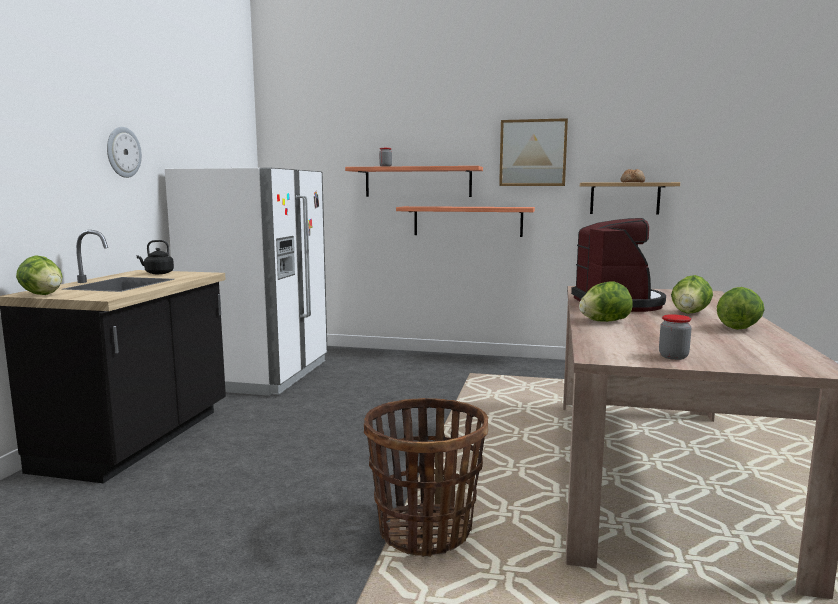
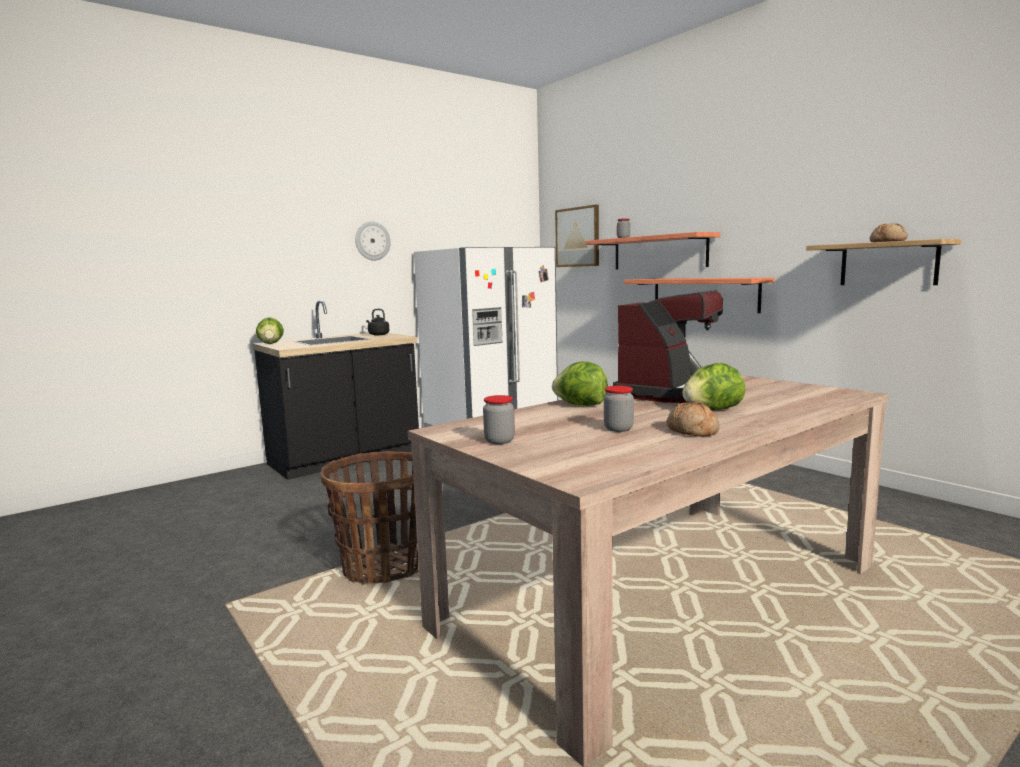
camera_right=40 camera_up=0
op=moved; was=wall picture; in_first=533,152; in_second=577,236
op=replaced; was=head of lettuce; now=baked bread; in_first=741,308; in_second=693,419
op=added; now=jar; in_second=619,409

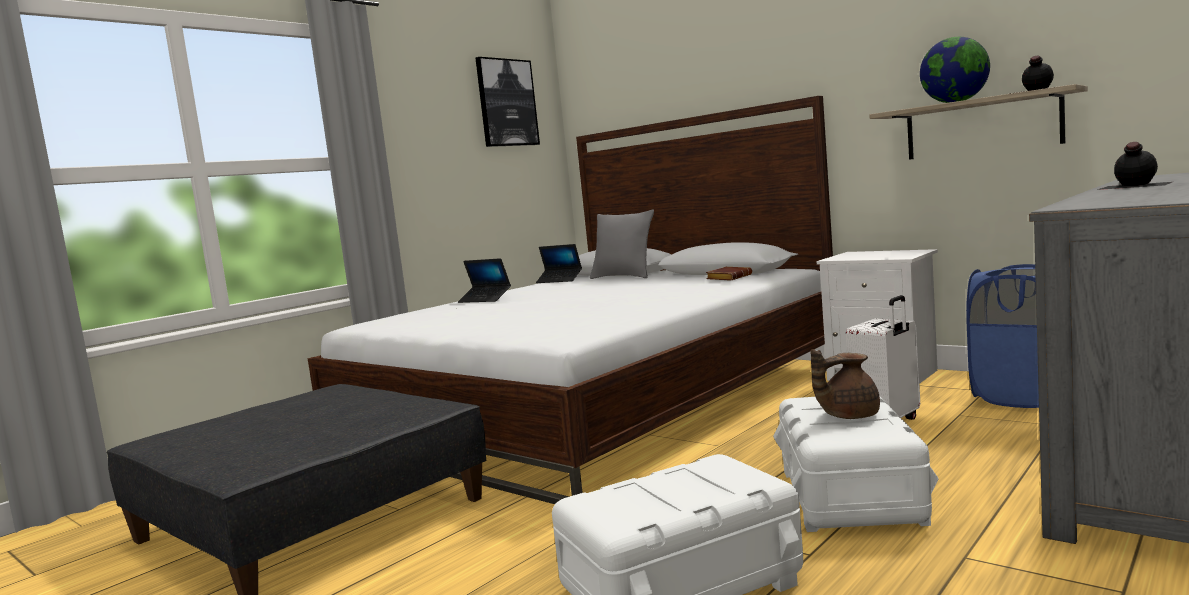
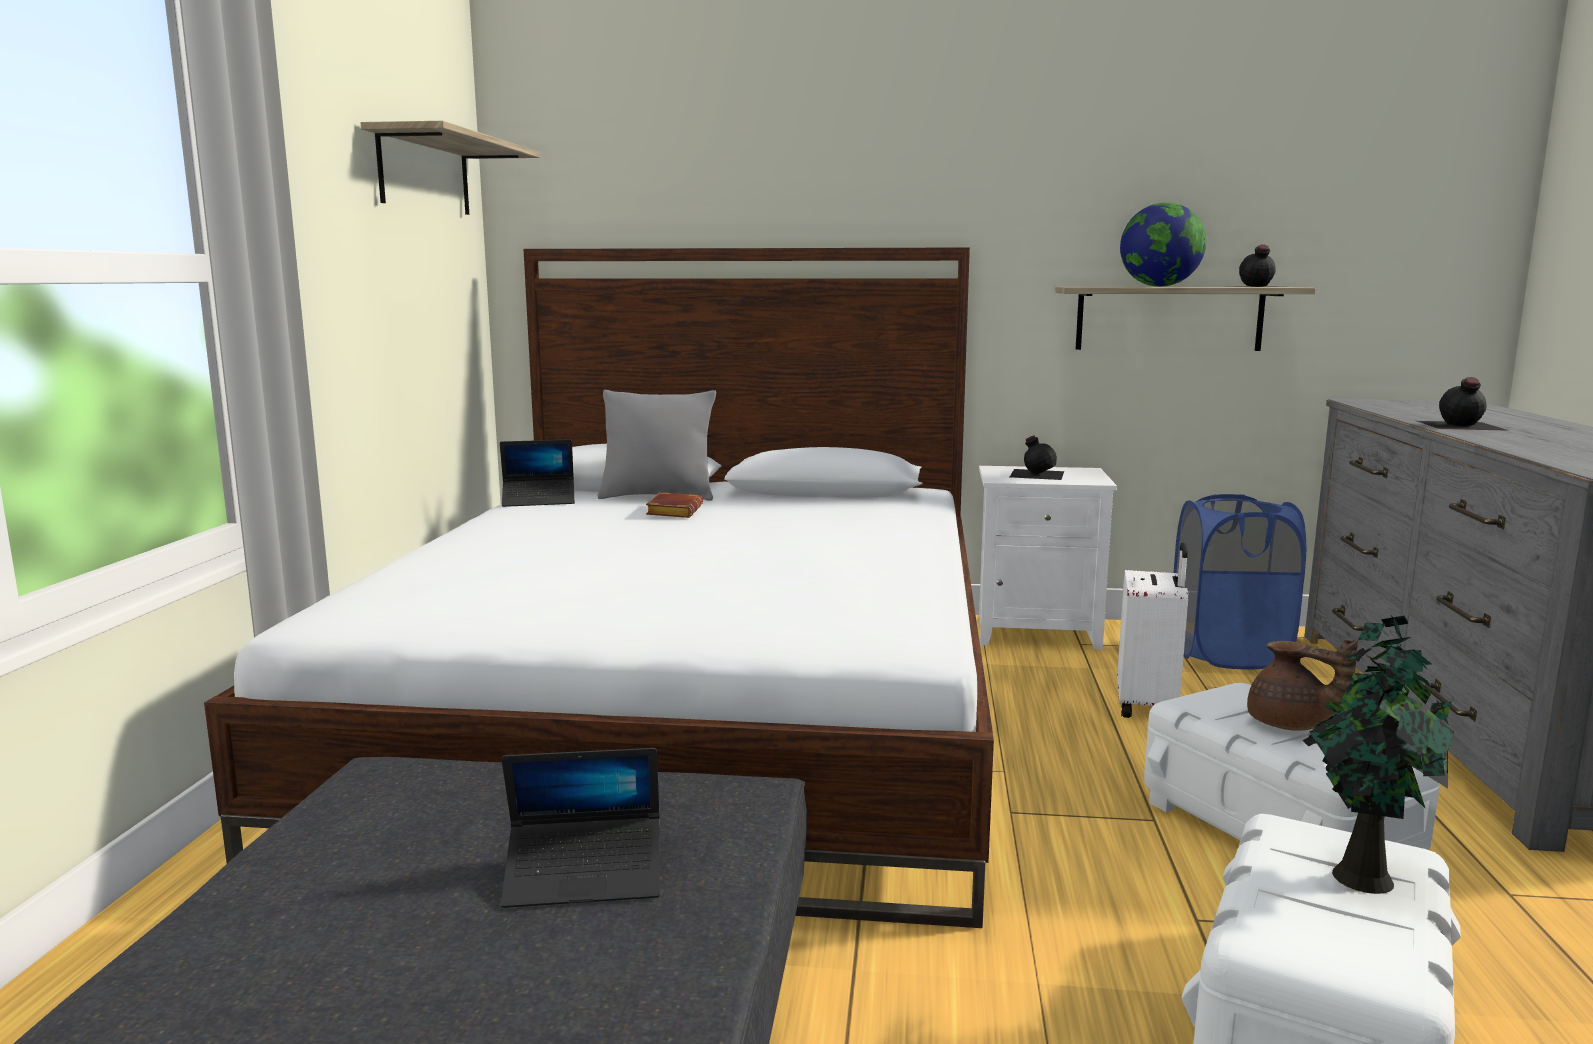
camera_right=-35 camera_up=5
op=moved; was=laptop; in_first=484,280; in_second=580,828
op=replaced; was=wall picture; now=shelf; in_first=507,102; in_second=450,168
op=moved; was=volume in brown-coloured; in_first=729,274; in_second=674,505
op=turned; was=tea pot in brown-coloured; in_first=845,384; in_second=1302,685; clockwise=-90
op=added; now=bottle in blackish; in_second=1037,457
op=added; now=houseplant; in_second=1378,755

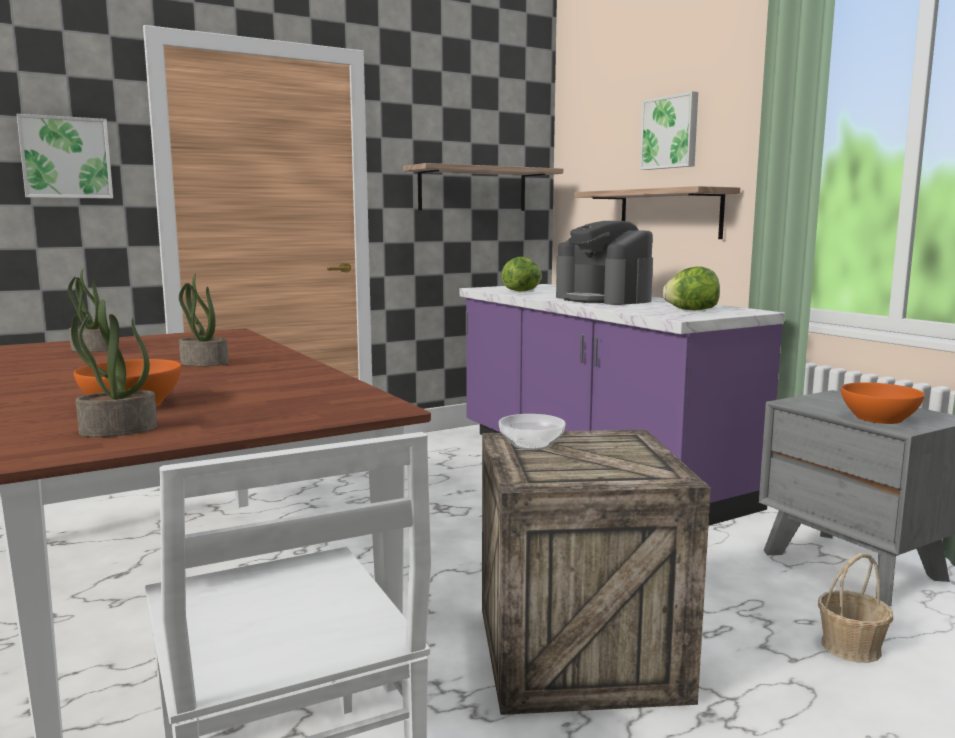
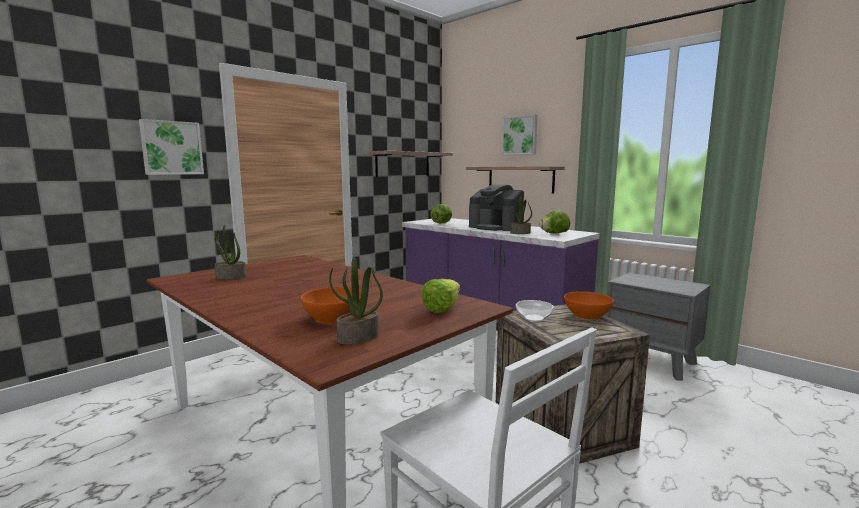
camera_right=-15 camera_up=0
op=moved; was=houseplant; in_first=203,319; in_second=521,215
op=removed; was=storage basket; in_first=855,608
op=moved; was=bowl in orangey; in_first=883,403; in_second=589,305
op=added; now=head of lettuce; in_second=441,296

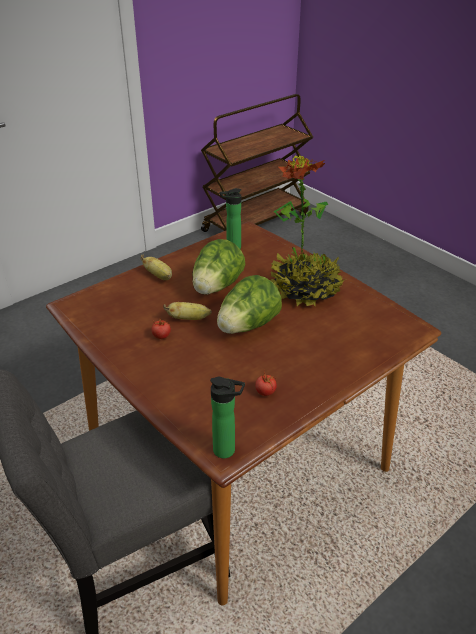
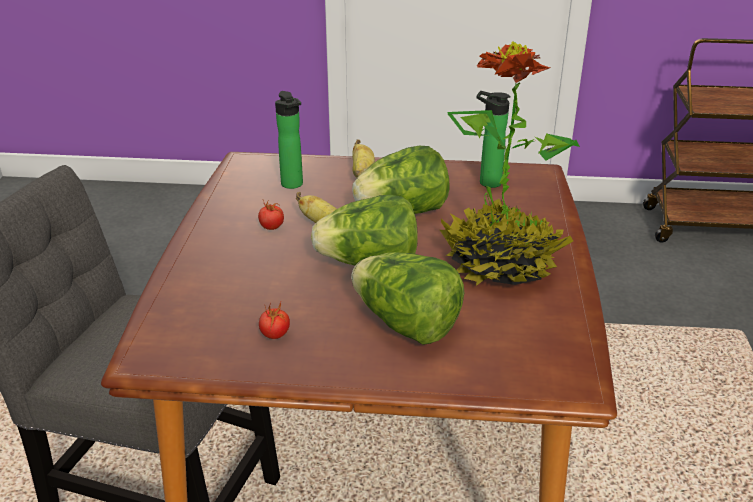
camera_right=45 camera_up=-5
op=moved; was=bottle; in_first=227,417; in_second=289,140
op=added; now=head of lettuce; in_second=407,298

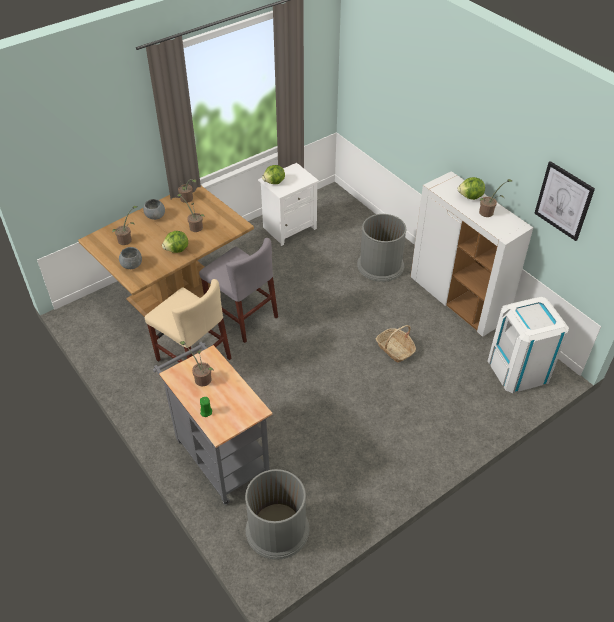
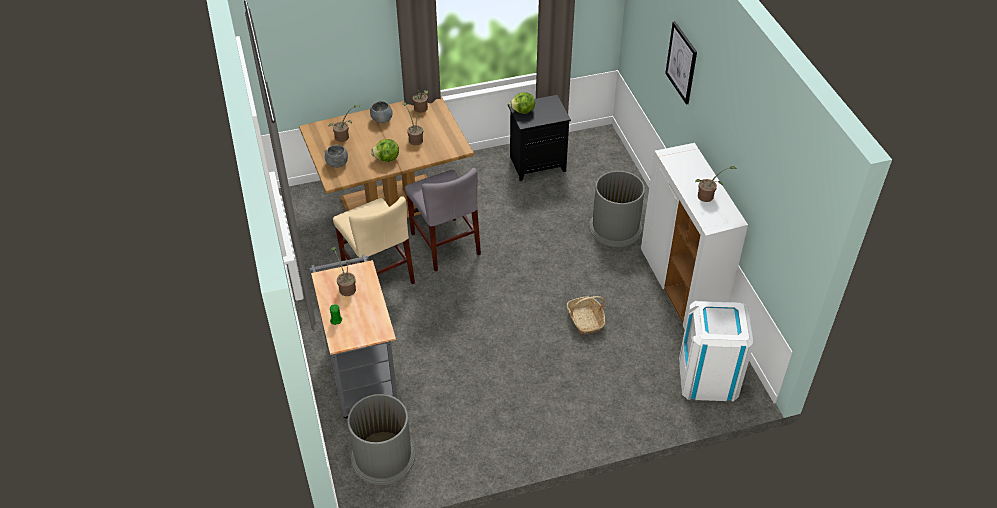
camera_right=20 camera_up=0
op=recoloured; was=bedside table in white-coloured; now=bedside table in blackish; in_first=288,204; in_second=539,138
op=removed; was=head of lettuce; in_first=471,188
op=moved; was=wall picture; in_first=564,201; in_second=681,63

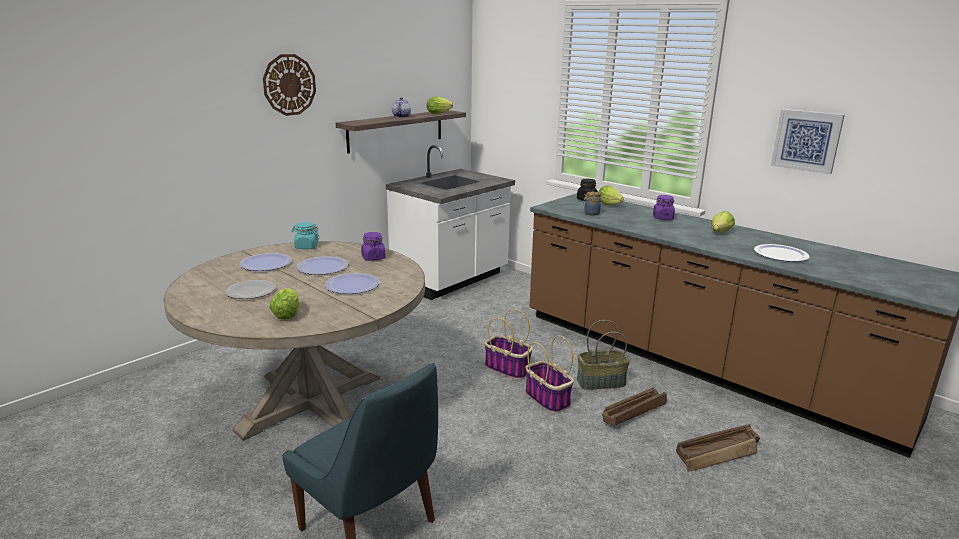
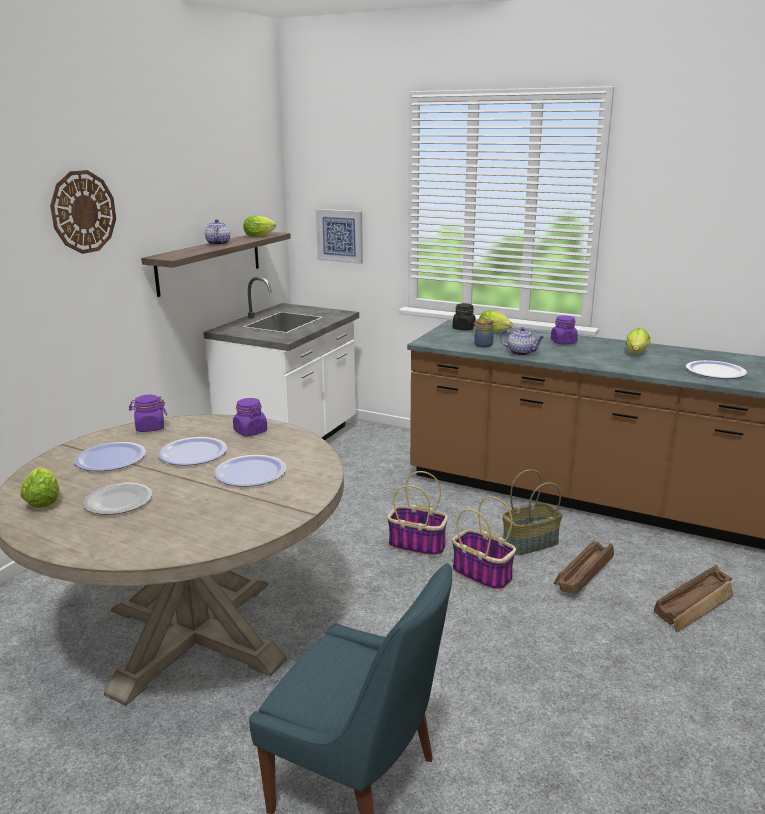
camera_right=-15 camera_up=0
op=moved; was=head of lettuce; in_first=284,304; in_second=39,487
op=recoloured; was=jar in turquoise; now=jar in purple-coloured; in_first=305,235; in_second=148,413
op=moved; was=wall picture; in_first=808,141; in_second=339,236
op=added; now=tea pot; in_second=522,341

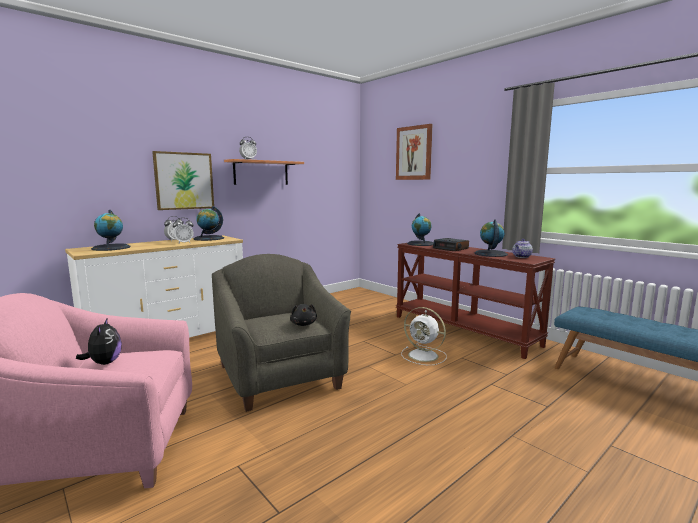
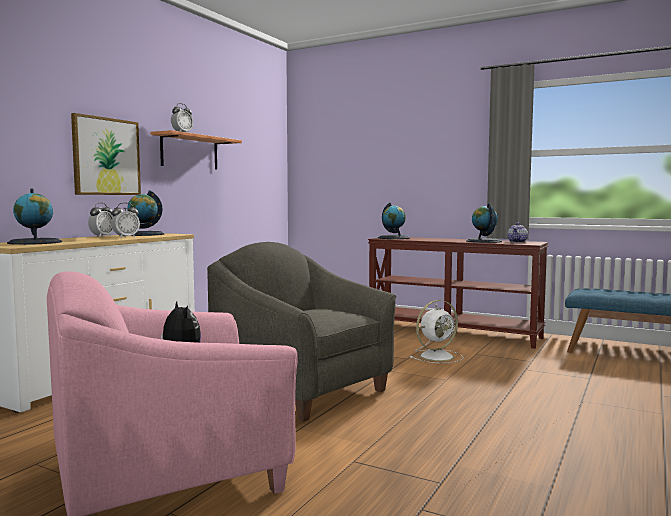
camera_right=-20 camera_up=-5
op=removed; was=plush toy in blackish; in_first=303,315
op=removed; was=wall picture; in_first=414,152
op=turned; was=cooling fan in white-coloured; in_first=424,336; in_second=437,331; clockwise=-45
op=removed; was=alarm clock; in_first=451,244

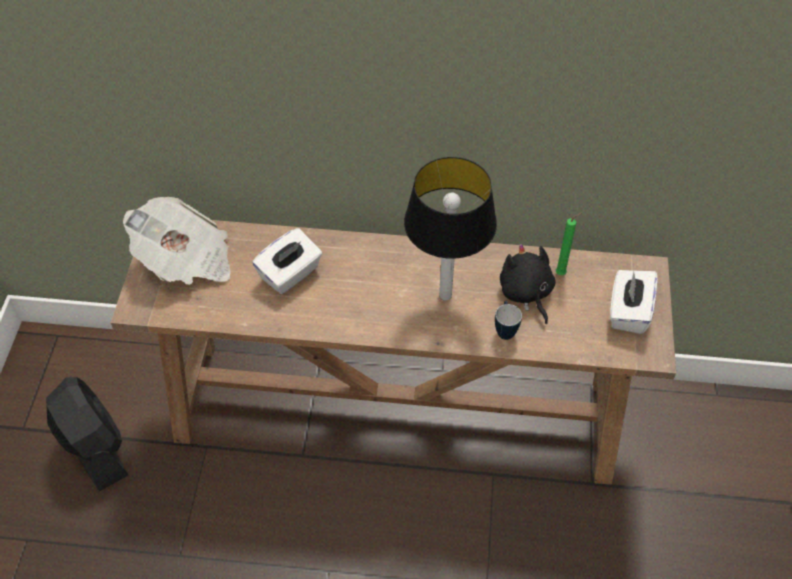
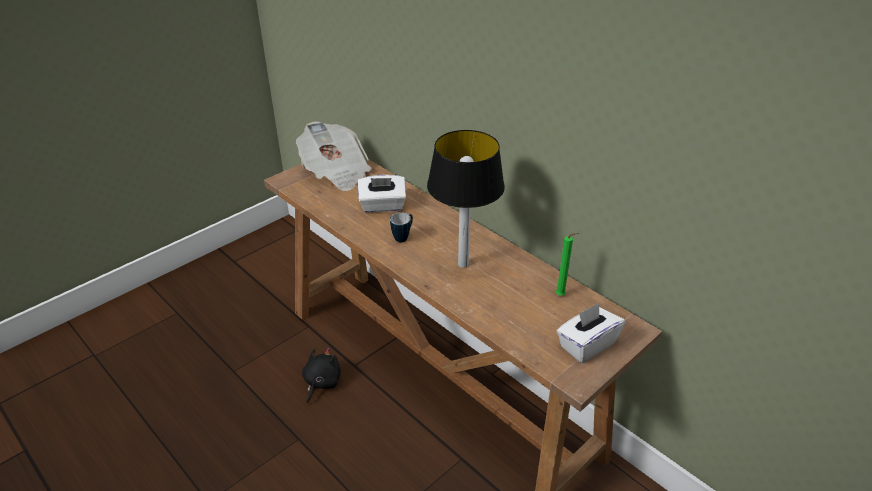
camera_right=40 camera_up=-15
op=removed; was=cooling fan in blackish; in_first=87,434
op=moved; was=coffee mug; in_first=508,320; in_second=401,227
op=moved; was=plush toy in blackish; in_first=528,284; in_second=321,376

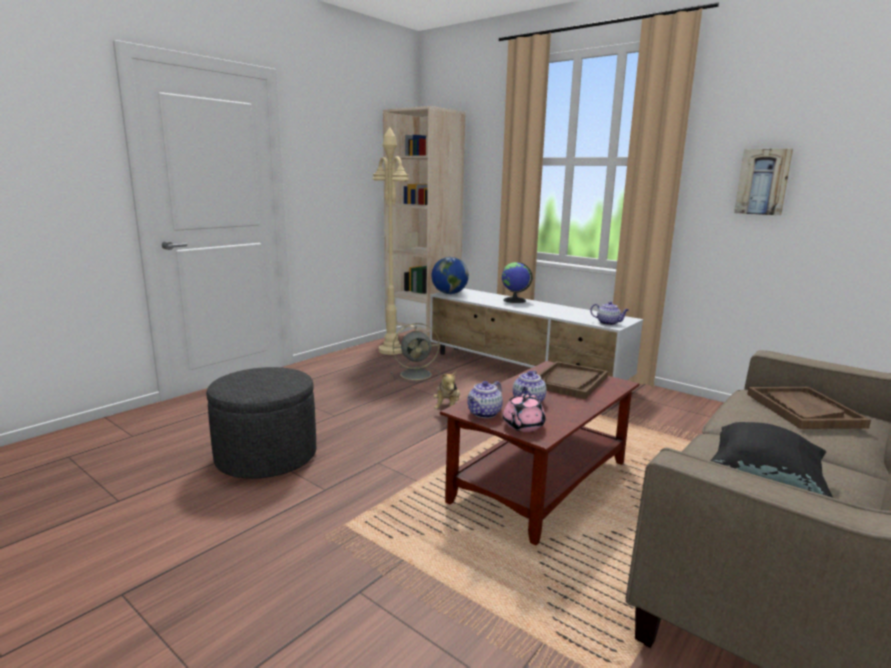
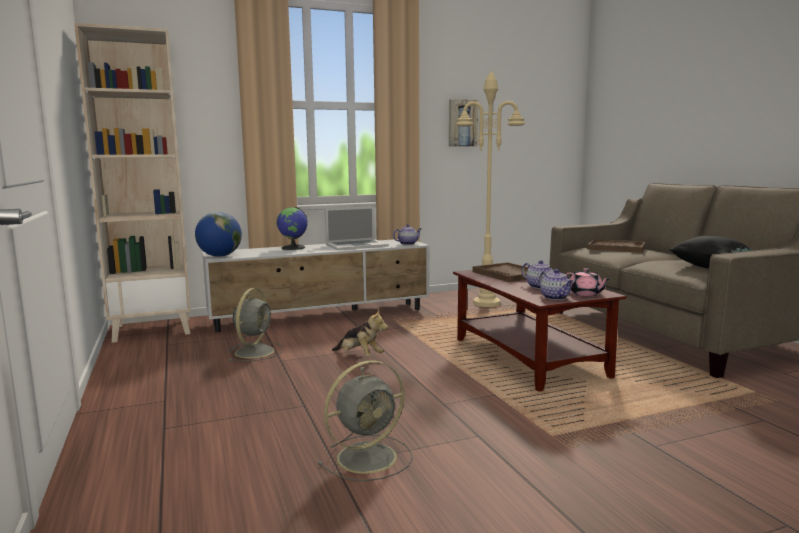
camera_right=-60 camera_up=-5
op=replaced; was=ottoman in gray; now=cooling fan in gray; in_first=261,423; in_second=365,420
op=moved; was=floor lamp in beige; in_first=390,241; in_second=490,189
op=added; now=laptop; in_second=357,228

